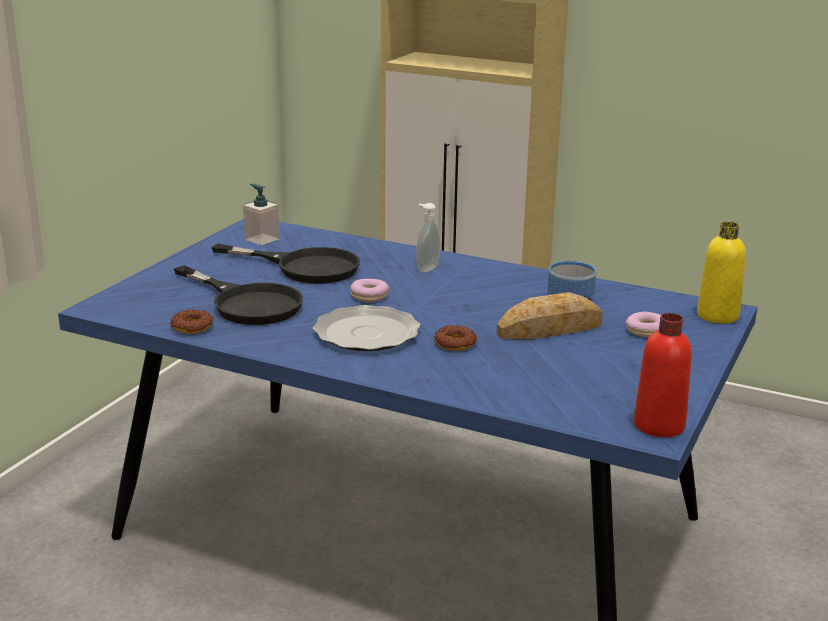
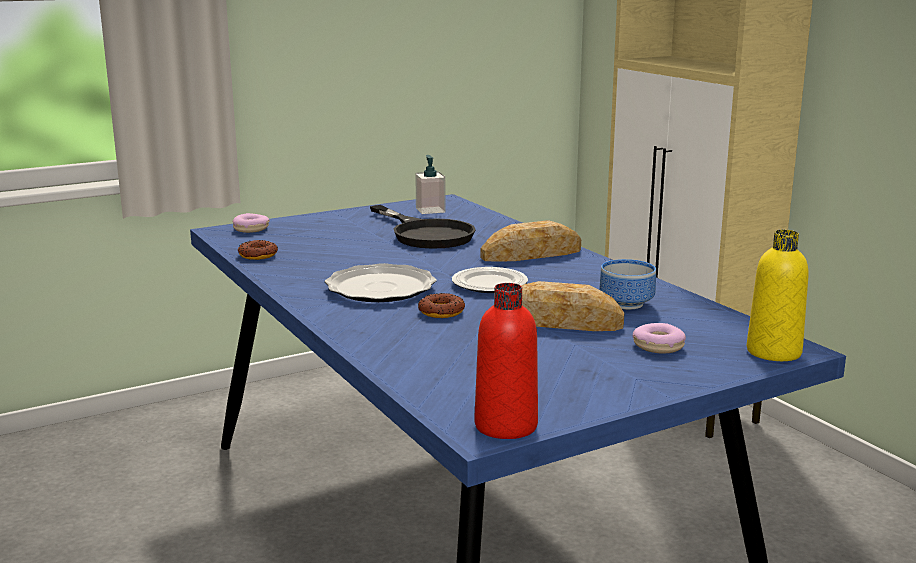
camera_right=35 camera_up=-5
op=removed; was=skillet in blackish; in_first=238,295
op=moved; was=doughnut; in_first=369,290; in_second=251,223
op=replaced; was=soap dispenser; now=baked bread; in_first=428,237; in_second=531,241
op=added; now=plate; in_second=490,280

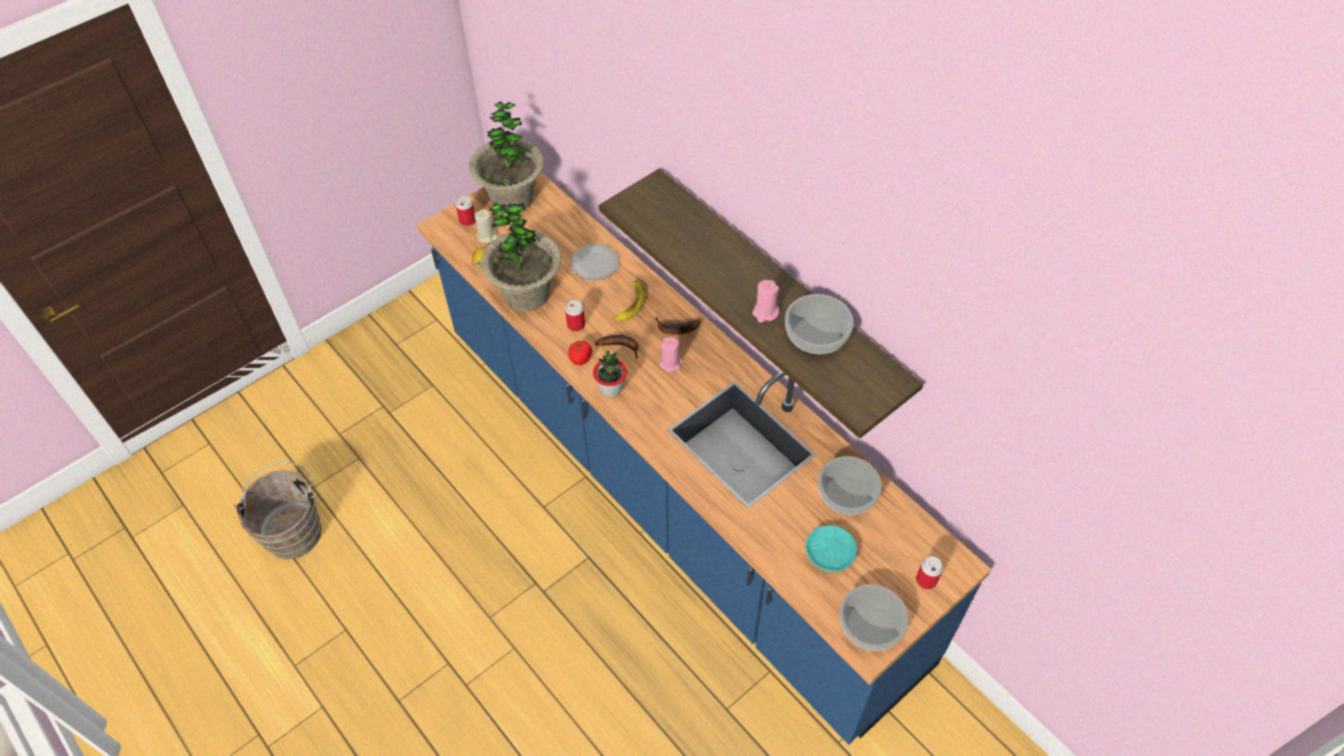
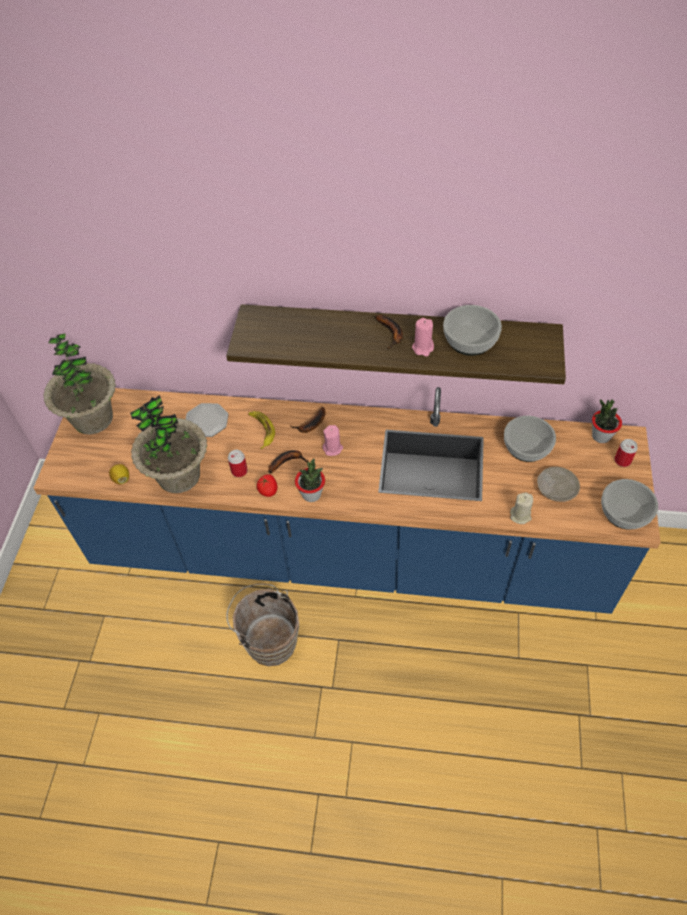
camera_right=-40 camera_up=0
op=moved; was=water bucket in brown-coloured; in_first=277,510; in_second=262,625
op=removed; was=sealed can; in_first=465,211
op=moved; was=wax candle in beige; in_first=486,226; in_second=521,508
op=recoloured; was=plate in turquoise; now=plate in beige; in_first=831,548; in_second=558,484
op=added; now=banana; in_second=389,332
op=added; now=houseplant; in_second=607,421

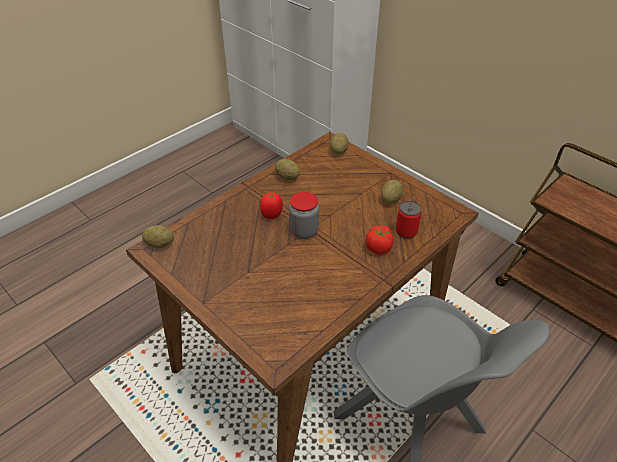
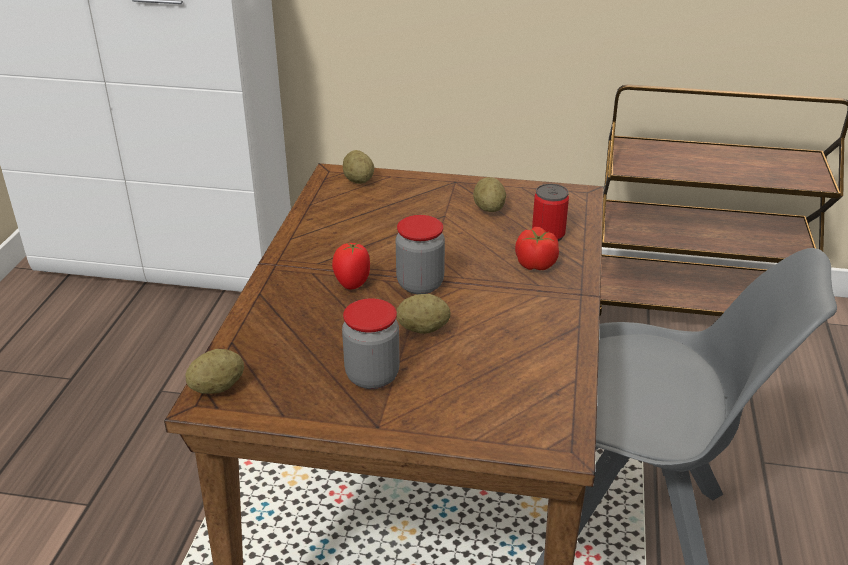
camera_right=-35 camera_up=-10
op=moved; was=whole potato; in_first=287,169; in_second=423,314
op=added; now=jar; in_second=371,343

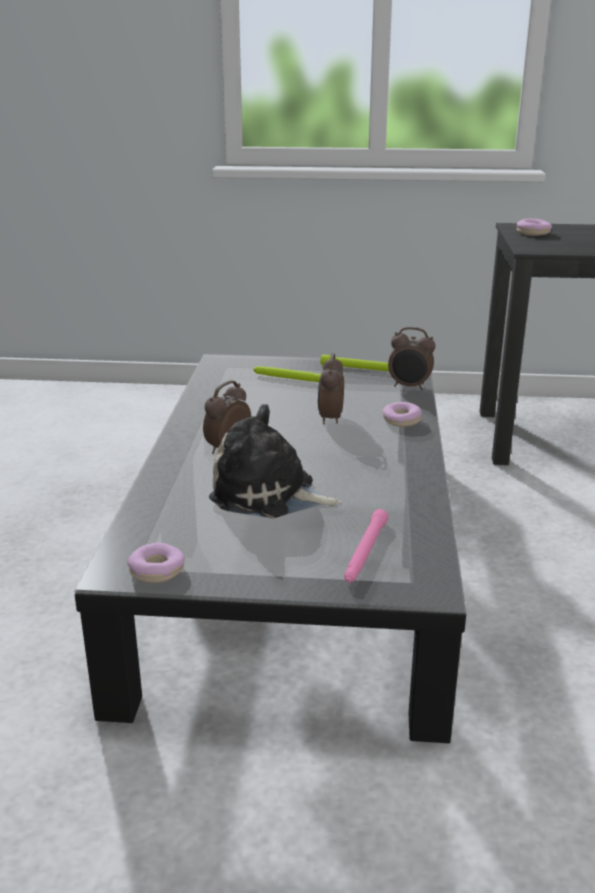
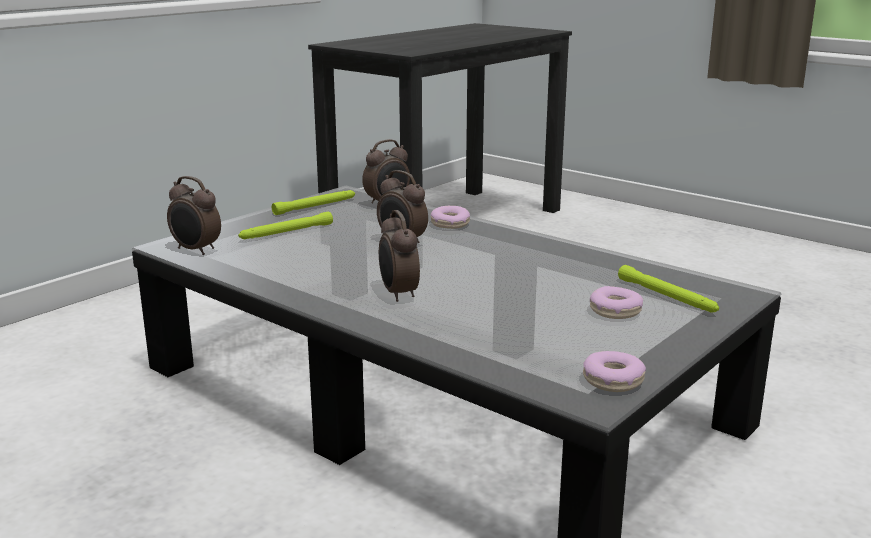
camera_right=-55 camera_up=-5
op=removed; was=plush toy; in_first=275,461
op=recoloured; was=hand torch in pinkish; now=hand torch in green; in_first=366,546; in_second=668,289
op=moved; was=doughnut; in_first=534,227; in_second=616,302
op=added; now=alarm clock; in_second=194,215

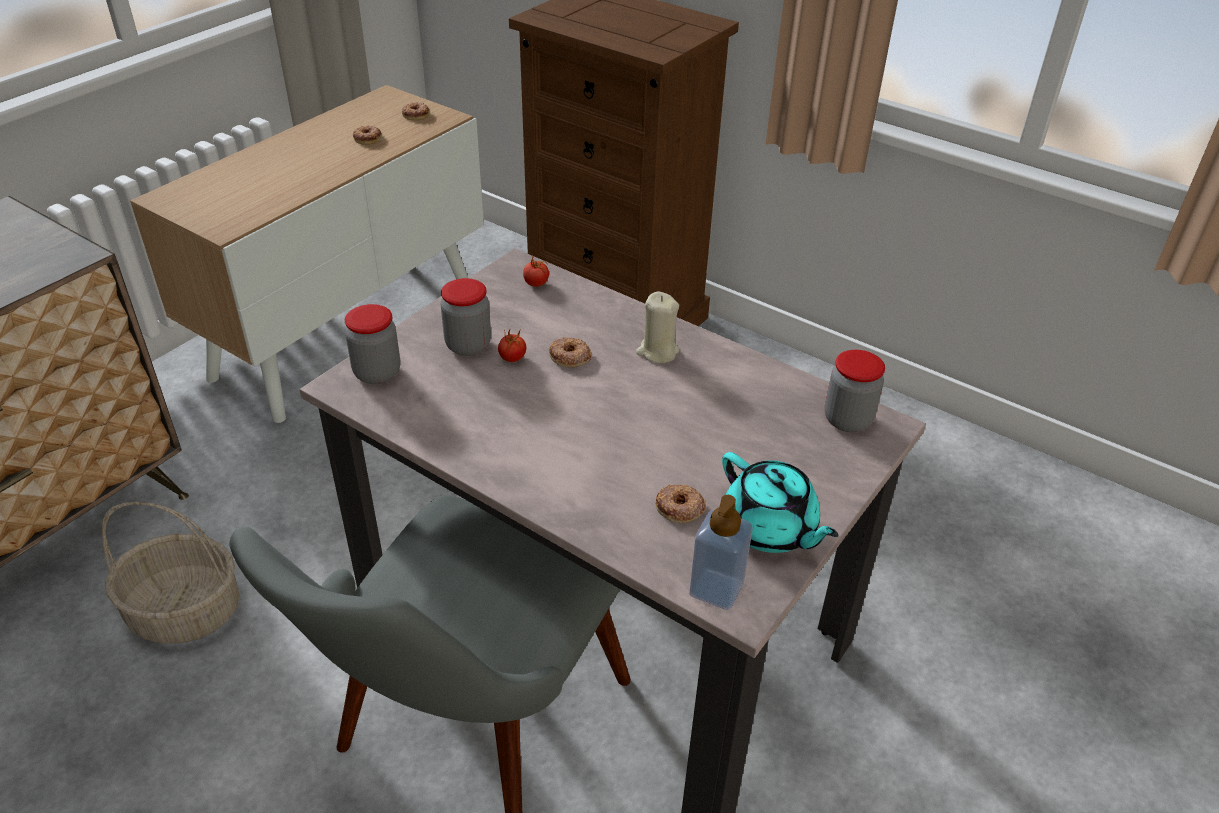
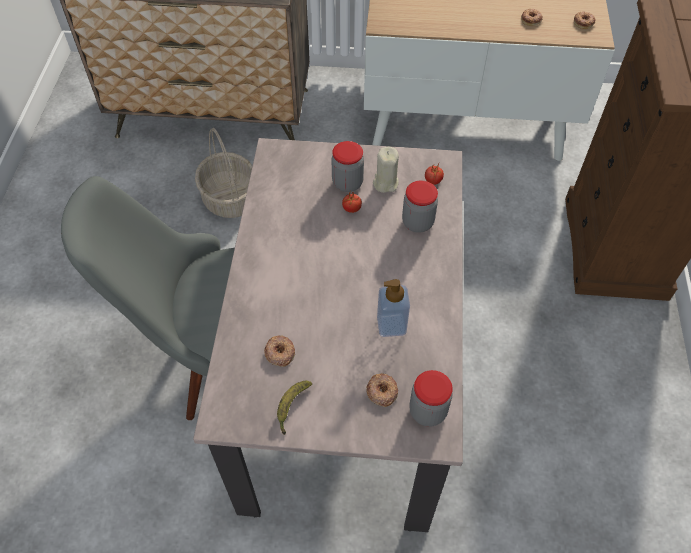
camera_right=60 camera_up=15
op=moved; was=jar; in_first=372,344; in_second=420,207
op=moved; was=doughnut; in_first=570,352; in_second=382,390
op=moved; was=wax candle in beige; in_first=658,327; in_second=386,170
op=moved; was=soap dispenser; in_first=721,552; in_second=393,308
op=replaced; was=tea pot in turquoise; now=banana; in_first=780,502; in_second=294,408

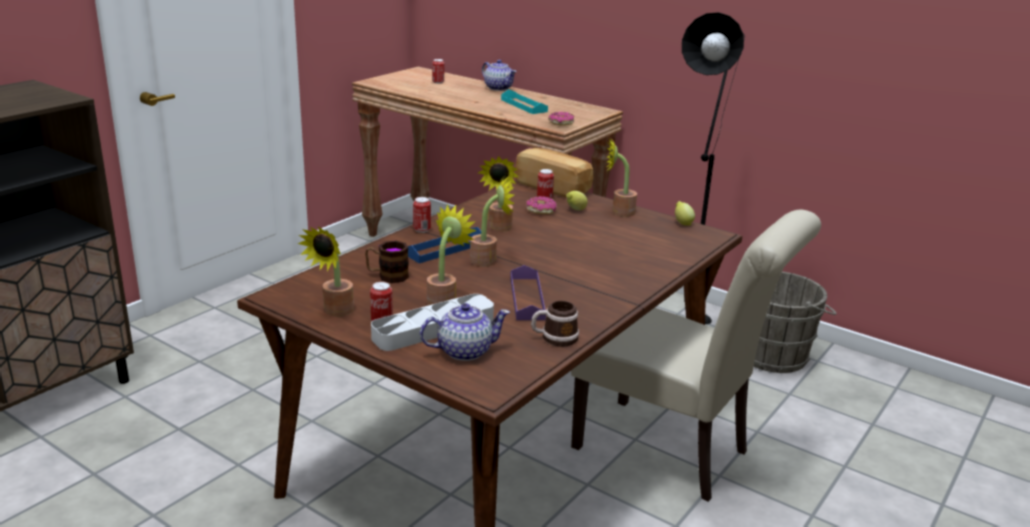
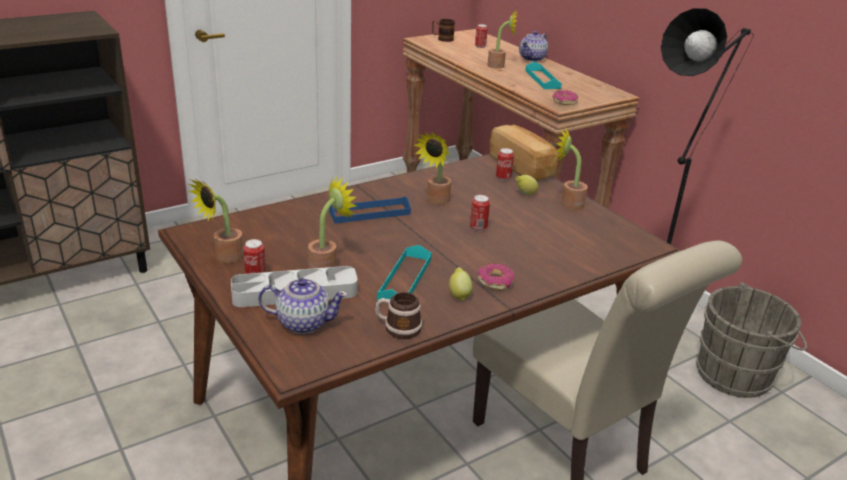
camera_right=20 camera_up=5
op=moved; was=coffee mug; in_first=387,262; in_second=443,30
op=moved; was=sealed can; in_first=422,215; in_second=480,213
op=moved; was=houseplant; in_first=492,221; in_second=503,39
op=turned; was=tea pot; in_first=499,75; in_second=533,46; clockwise=60
op=recoloured; was=tray in purple-coloured; now=tray in turquoise; in_first=528,292; in_second=404,273
op=moved; was=doughnut; in_first=541,205; in_second=496,276
op=moved; was=lemon; in_first=685,213; in_second=461,284

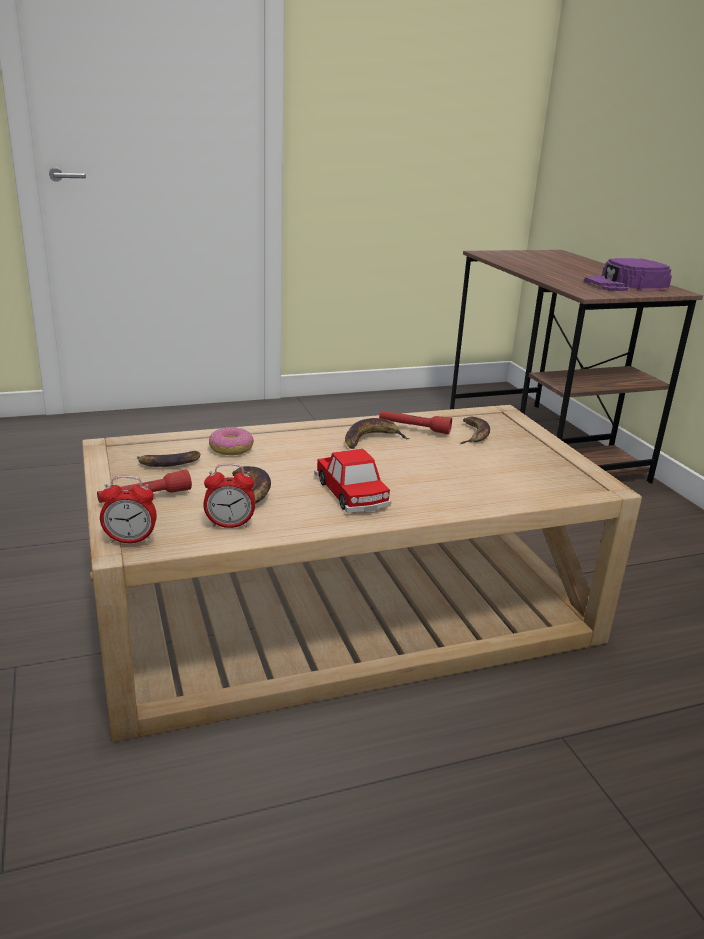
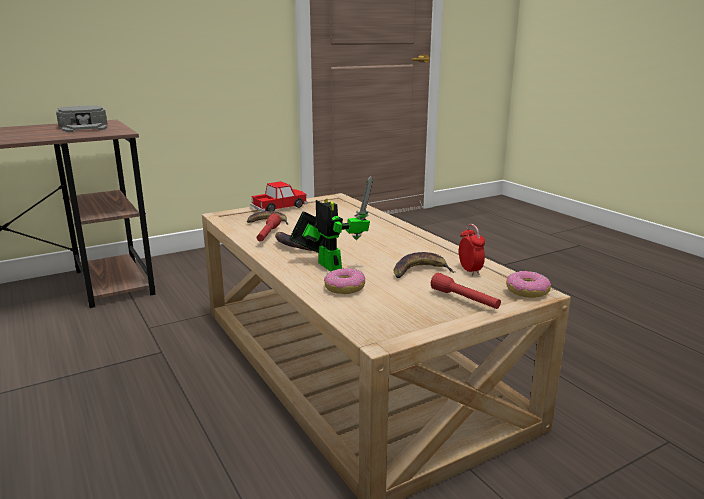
camera_right=-100 camera_up=-5
op=replaced; was=alarm clock; now=doughnut; in_first=128,509; in_second=528,284
op=removed; was=banana; in_first=168,459
op=moved; was=miniature car; in_first=352,481; in_second=279,196
op=recoloured; was=baseball cap in purple-coloured; now=baseball cap in gray; in_first=628,274; in_second=82,118
op=added; now=robot figure; in_second=331,224

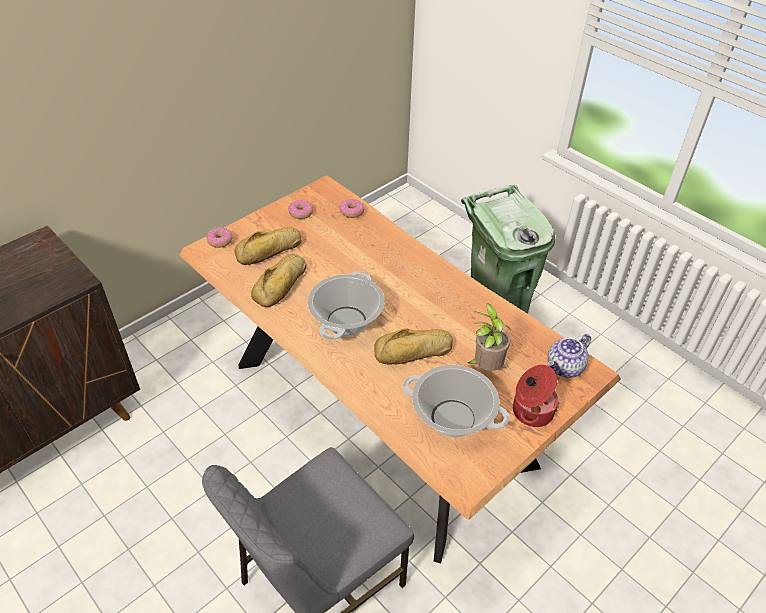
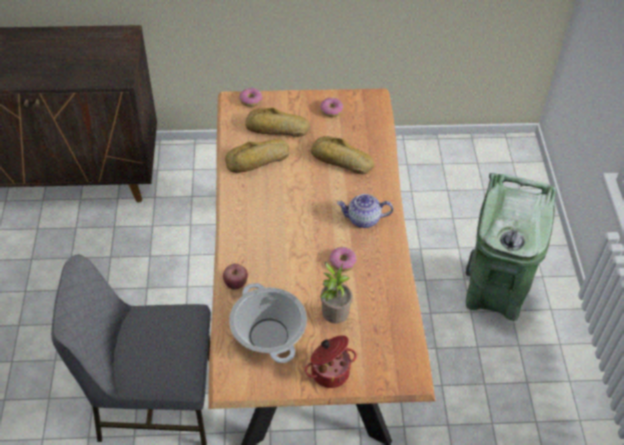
camera_right=40 camera_up=5
op=removed; was=cooking pot; in_first=346,305
op=moved; was=doughnut; in_first=351,208; in_second=343,259
op=moved; was=baked bread; in_first=413,346; in_second=342,155
op=moved; was=tea pot; in_first=569,356; in_second=365,211
op=added; now=apple; in_second=235,276

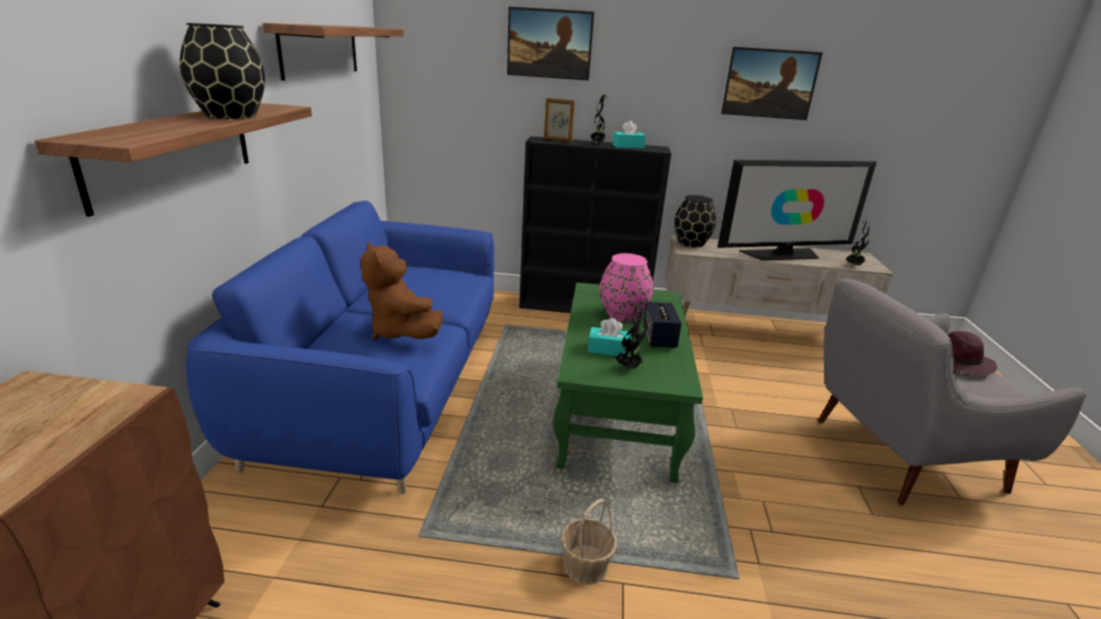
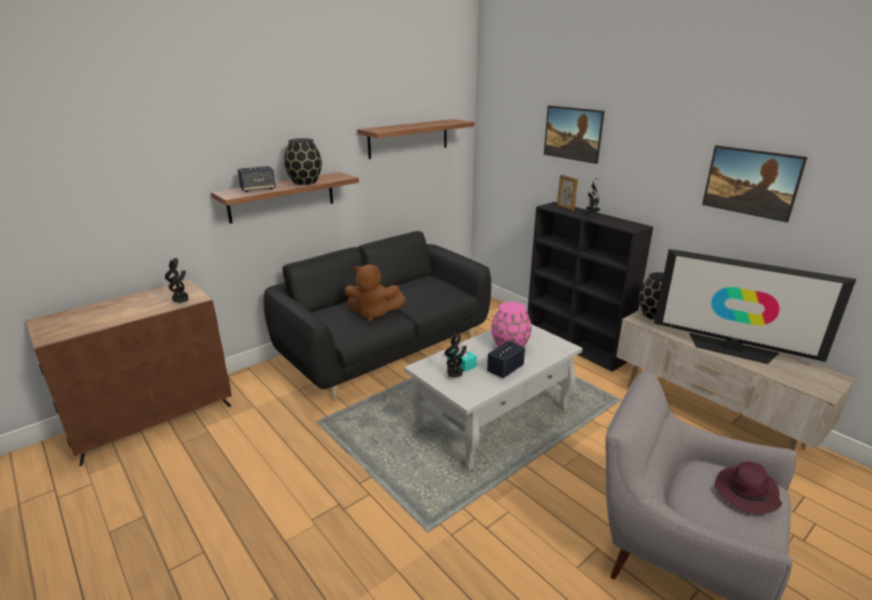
camera_right=45 camera_up=0
op=recoloured; was=settee in blue-coloured; now=settee in blackish; in_first=340,347; in_second=377,316
op=turned; was=plush toy in brown-coloured; in_first=402,291; in_second=375,293; clockwise=-90
op=recoloured; was=coffee table in green; now=coffee table in white-coloured; in_first=628,382; in_second=493,397
op=removed; was=storage basket; in_first=589,542
op=removed; was=box of tissues in turquoise; in_first=629,134
op=moved; was=houseplant; in_first=857,242; in_second=177,281
op=added; now=audio speaker; in_second=256,179

